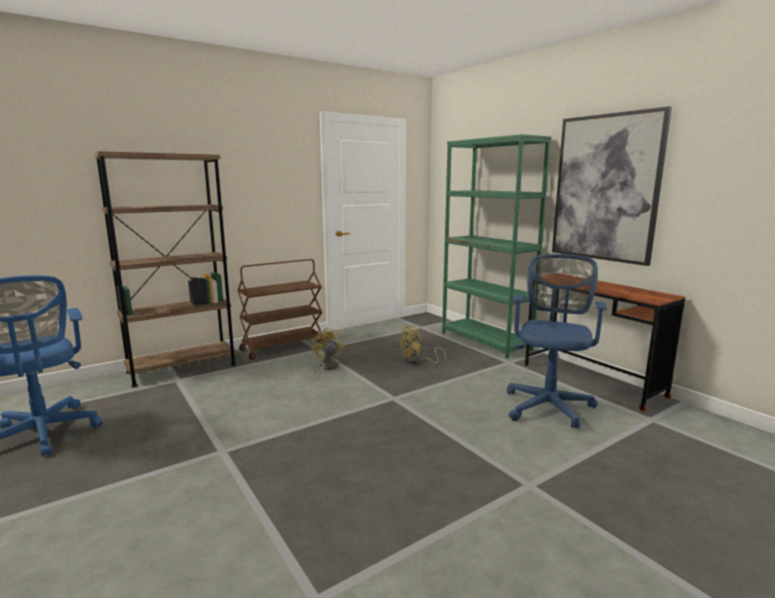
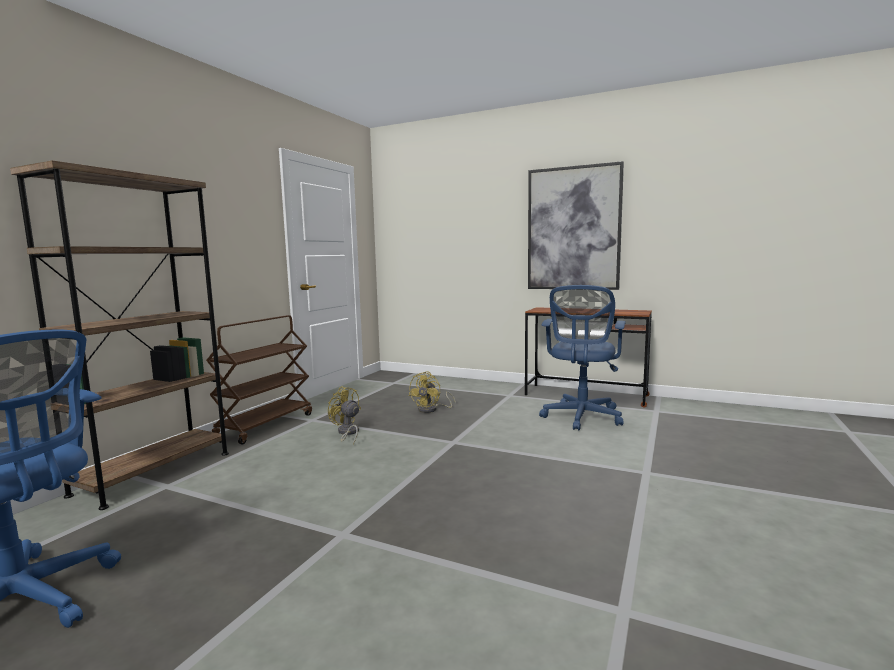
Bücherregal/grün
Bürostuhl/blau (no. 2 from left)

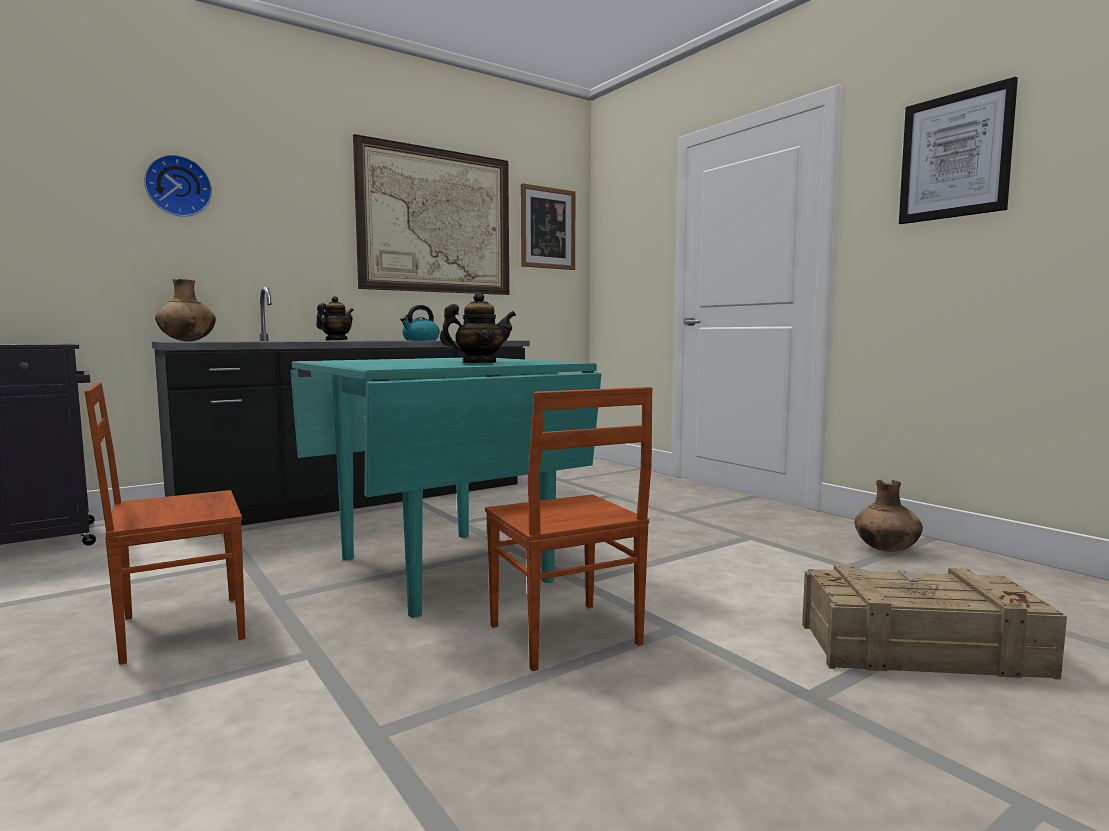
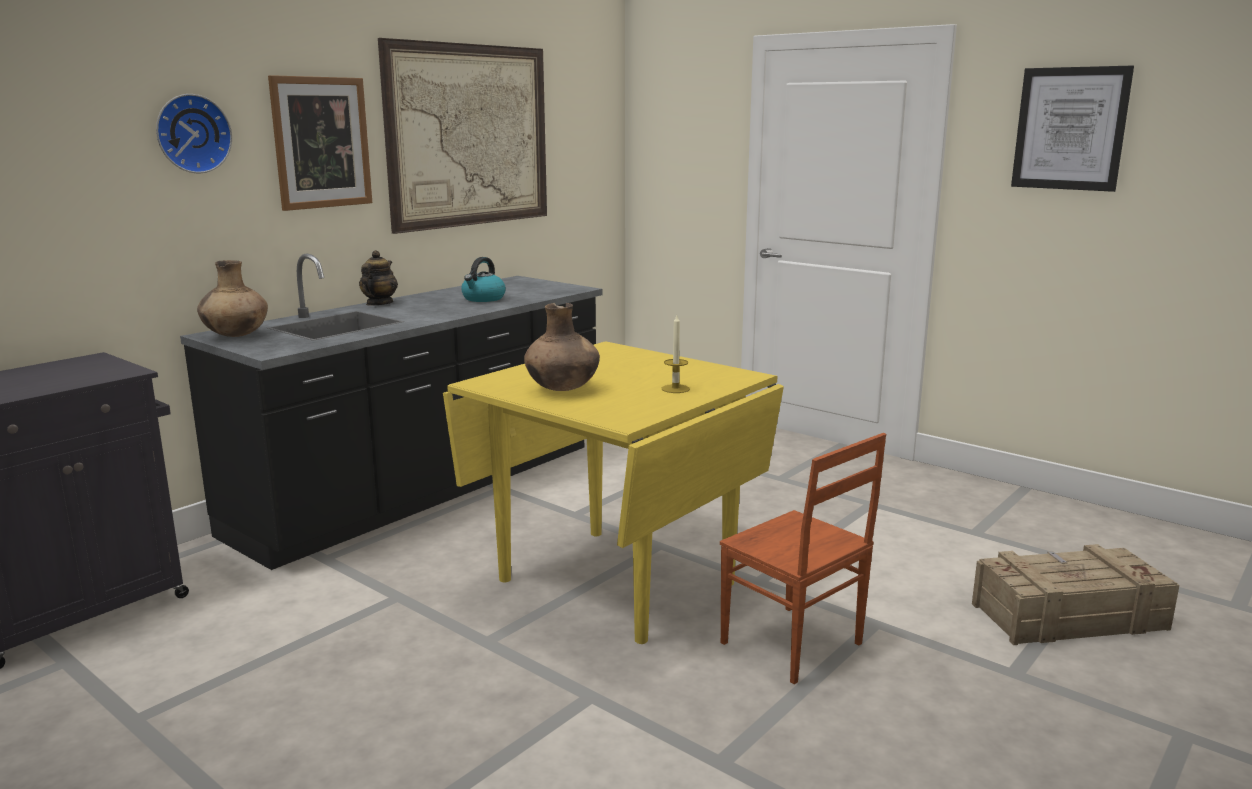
Stuhl/braun (no. 1 from left in the first image)
Esstisch/gelb
Kerze
Bild (no. 1 from left)
Vase/braun (no. 2 from left)

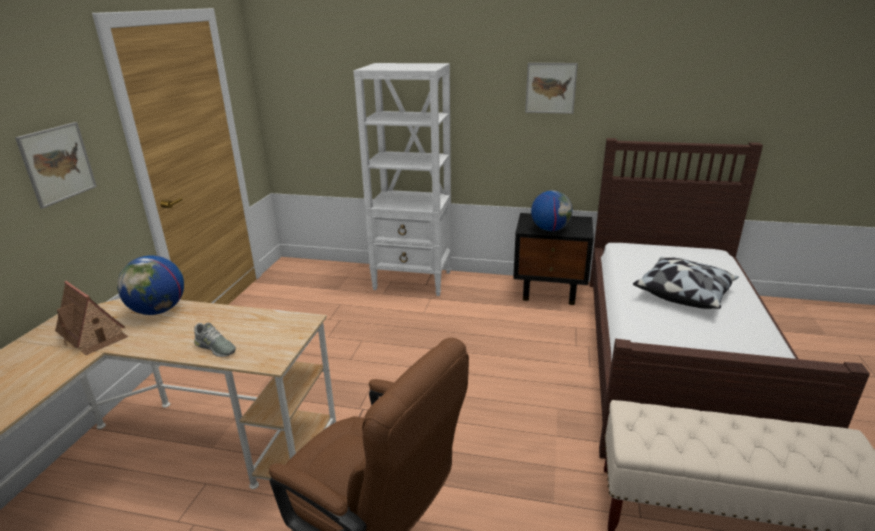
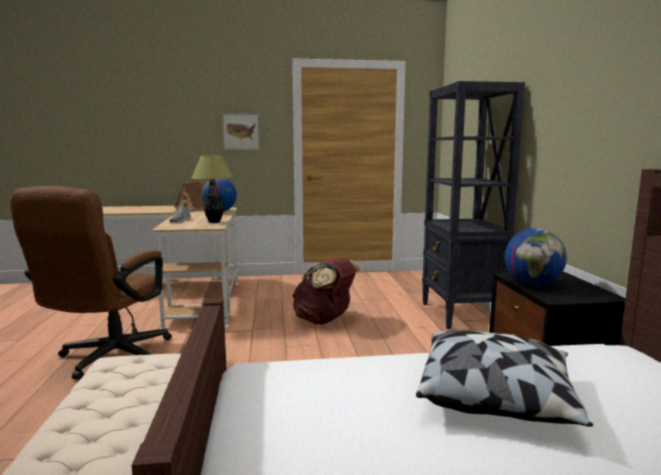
Bücherregal/schwarz
Bild (no. 2 from left in the first image)
Tischlampe
Rucksack/braun

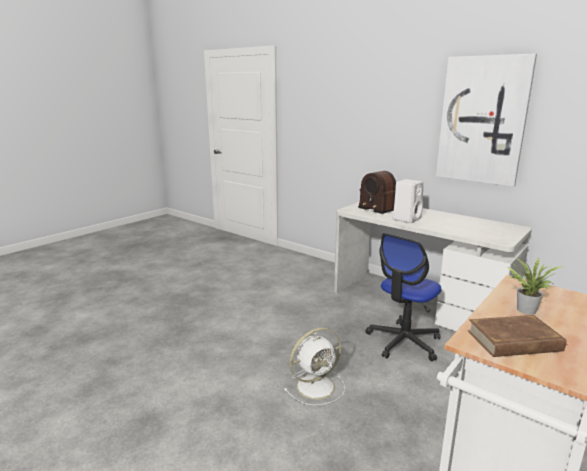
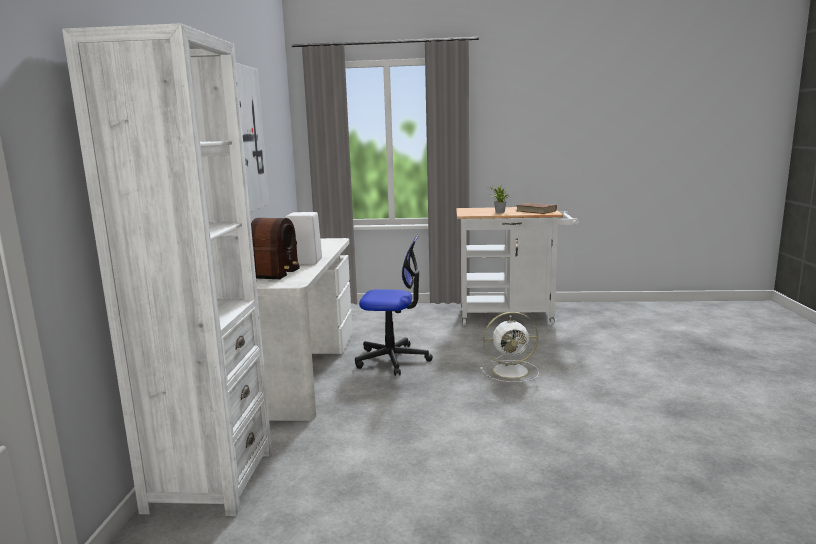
Ventilator/weiß
Bücherregal/weiß

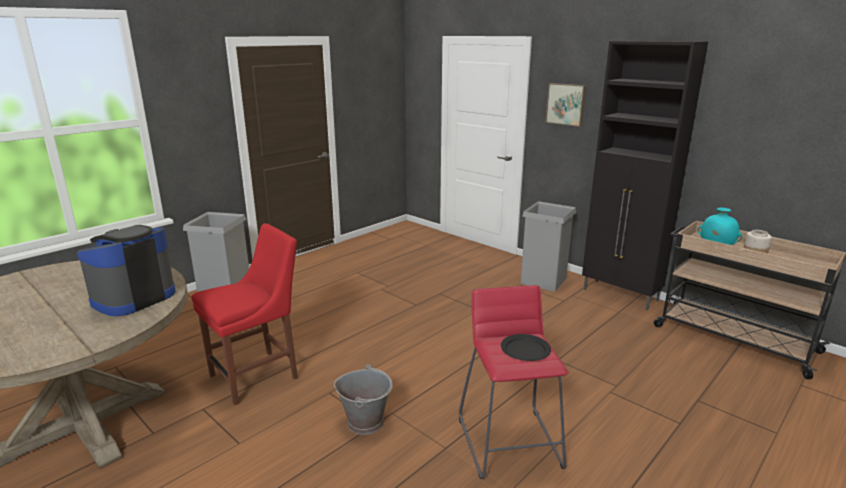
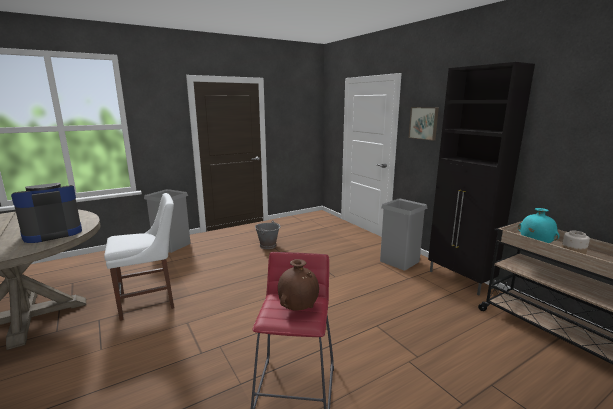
Stuhl/weiß
Eimer/grau
Vase/braun

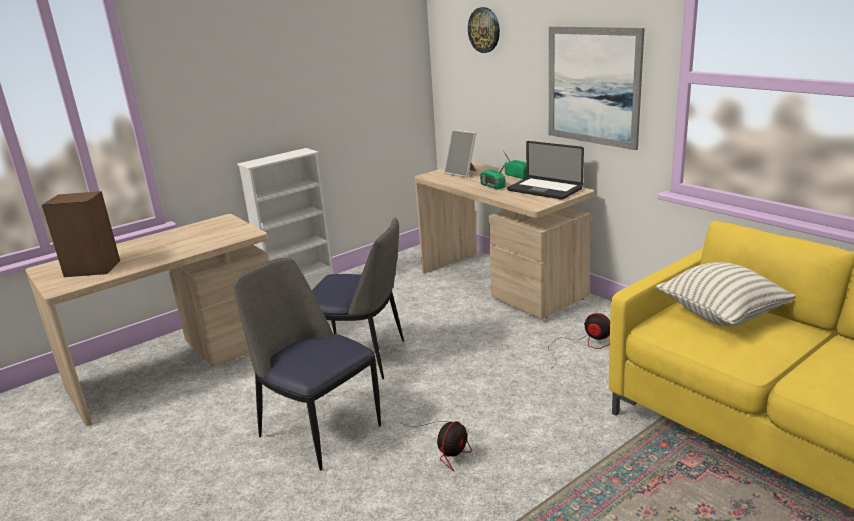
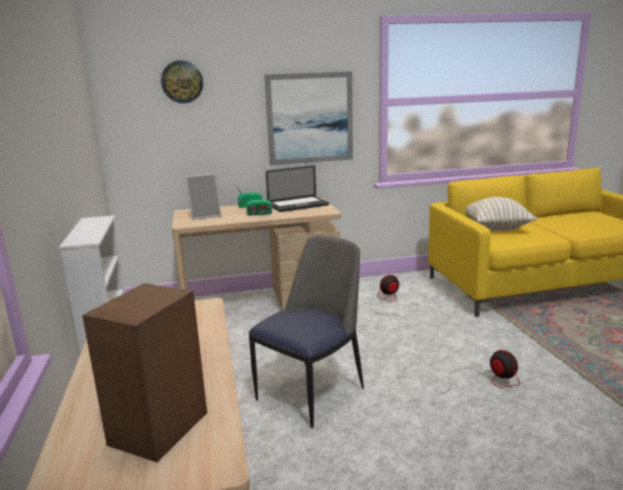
Stuhl (no. 1 from left in the first image)

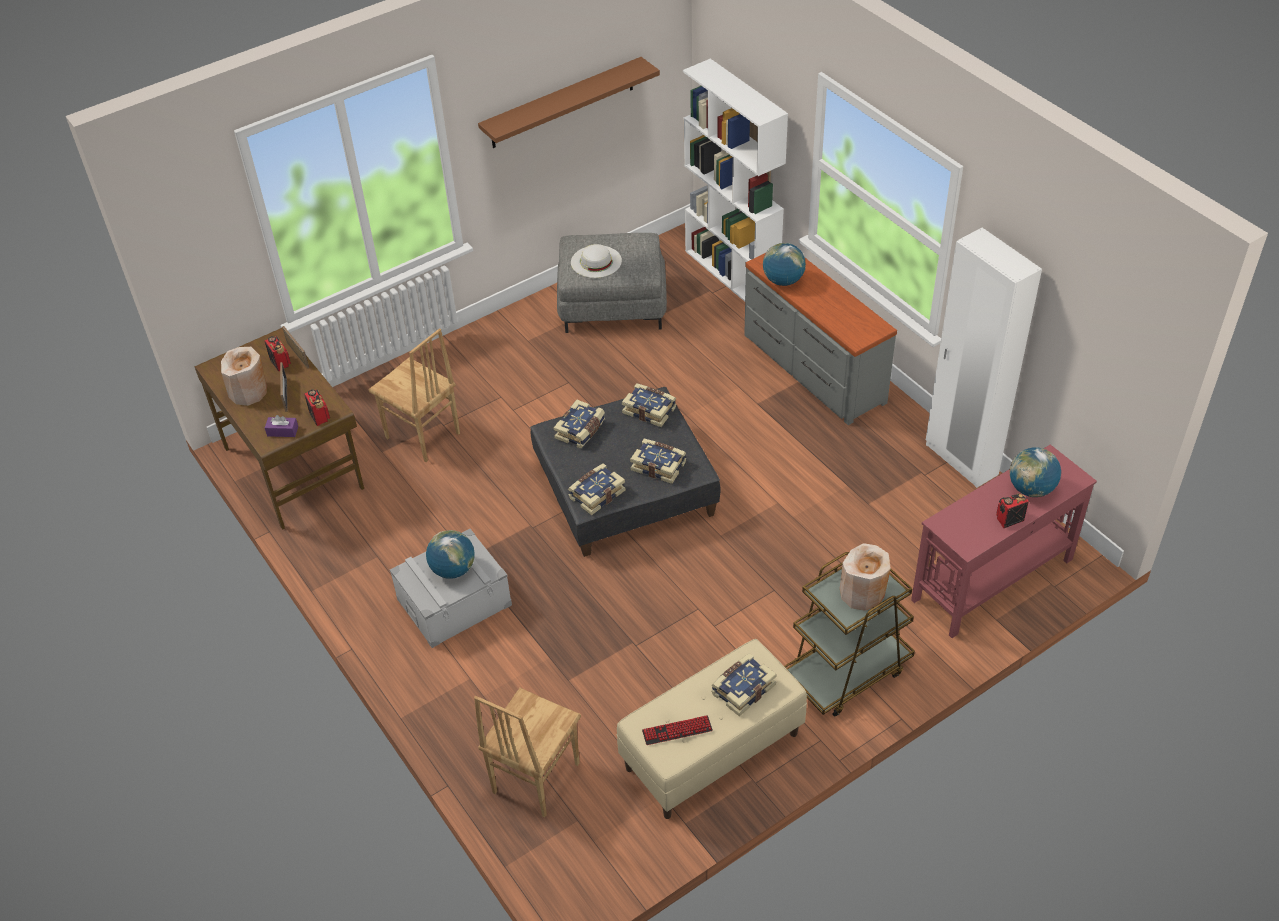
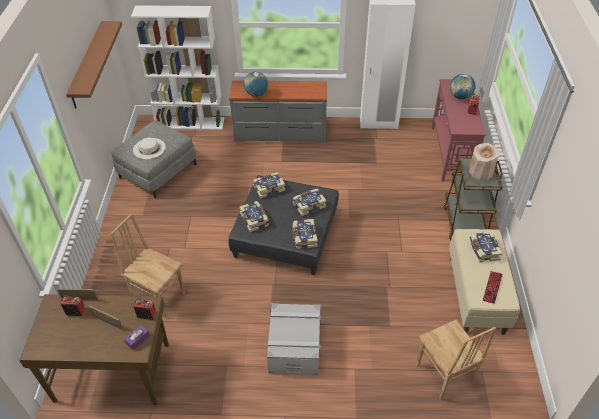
Vase/beige (no. 1 from left in the first image)
Stuhl/braun (no. 1 from left)
Globus (no. 1 from left in the first image)

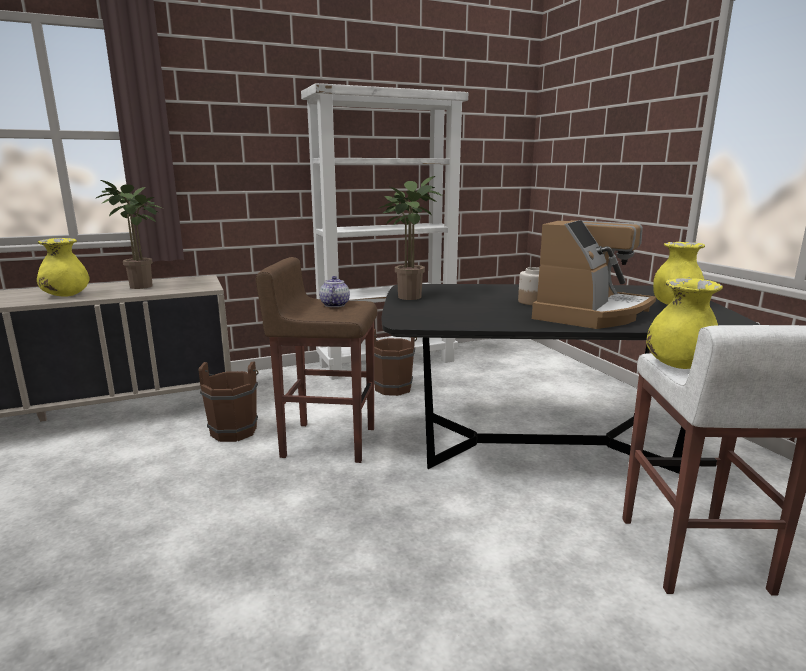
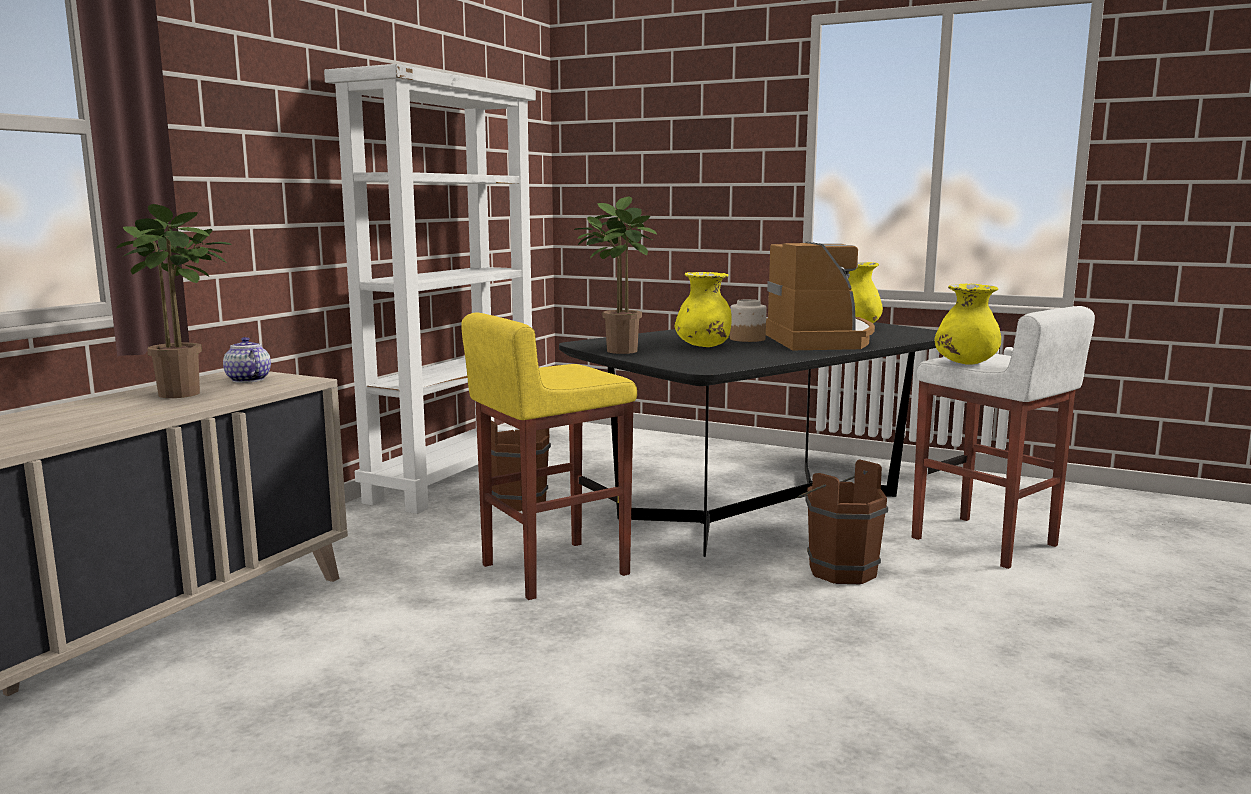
Vase/gelb (no. 1 from left)
Eimer/braun (no. 2 from left)
Hocker/gelb
Teekanne

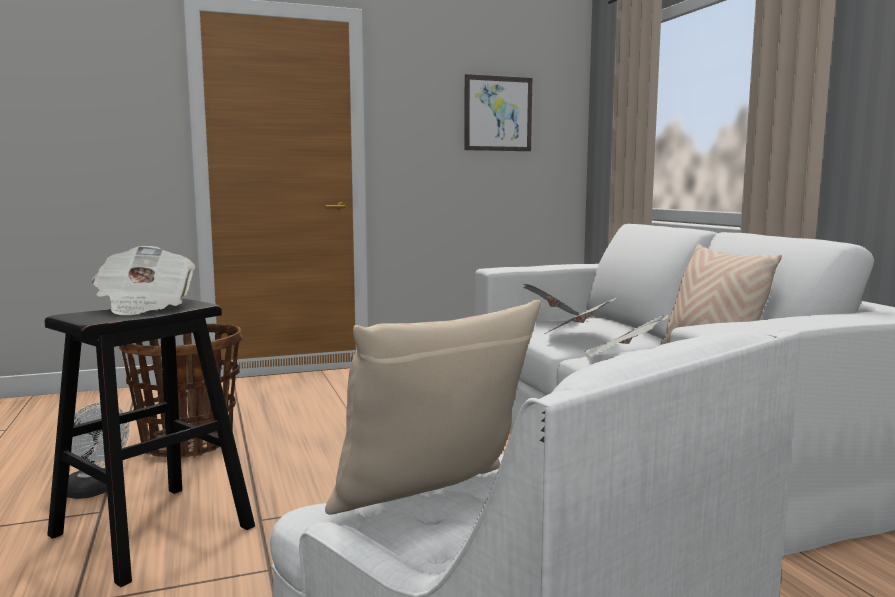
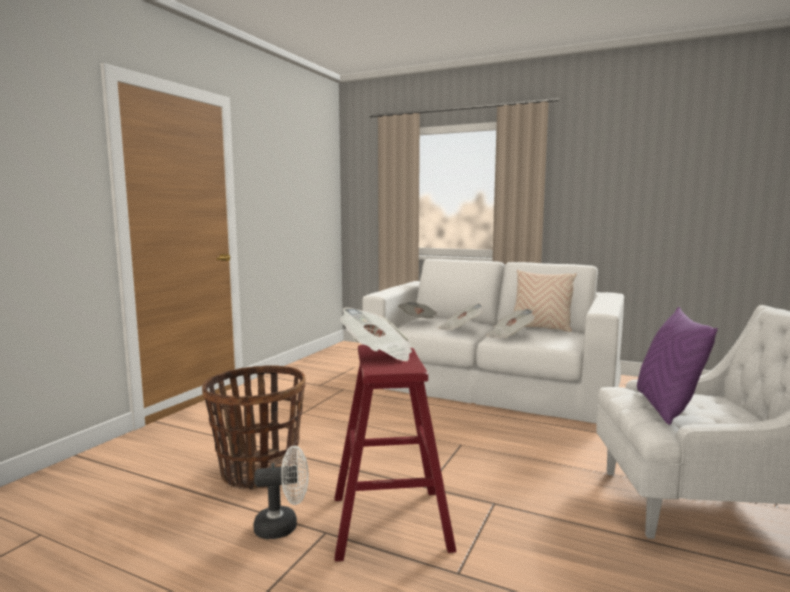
Hocker/rot
Kissen/lila
Bild

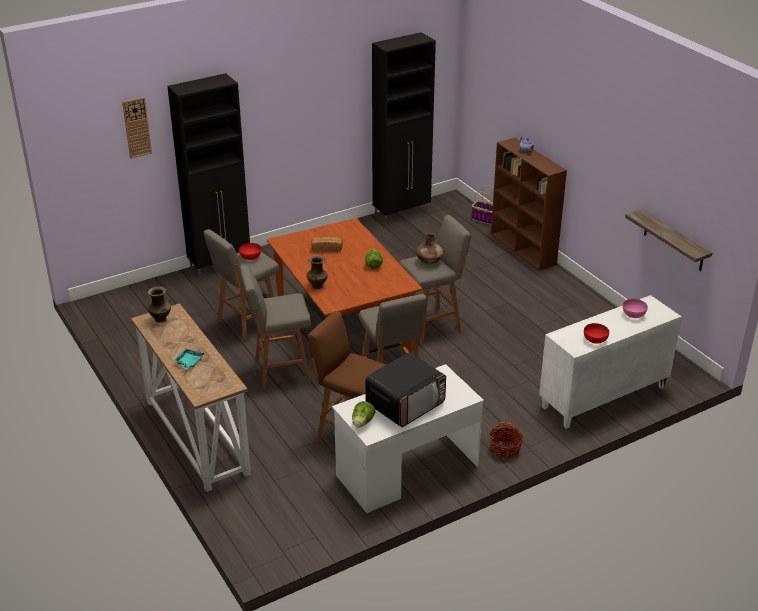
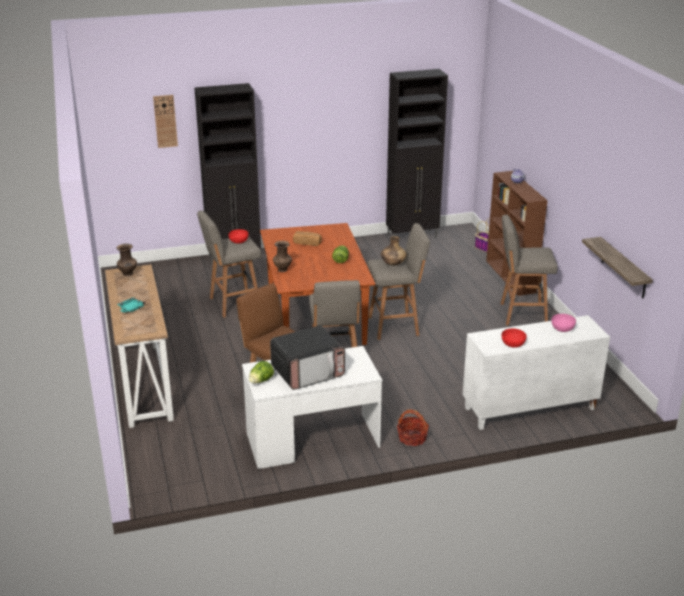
Hocker/grau (no. 4 from left)

